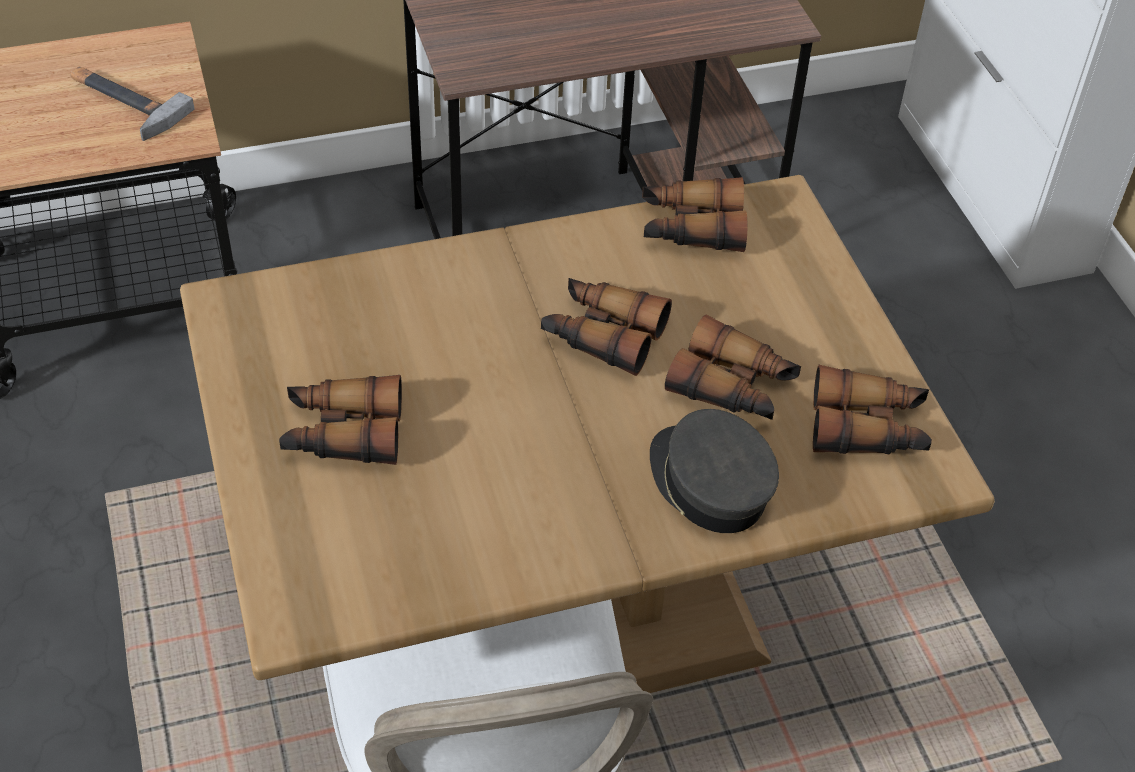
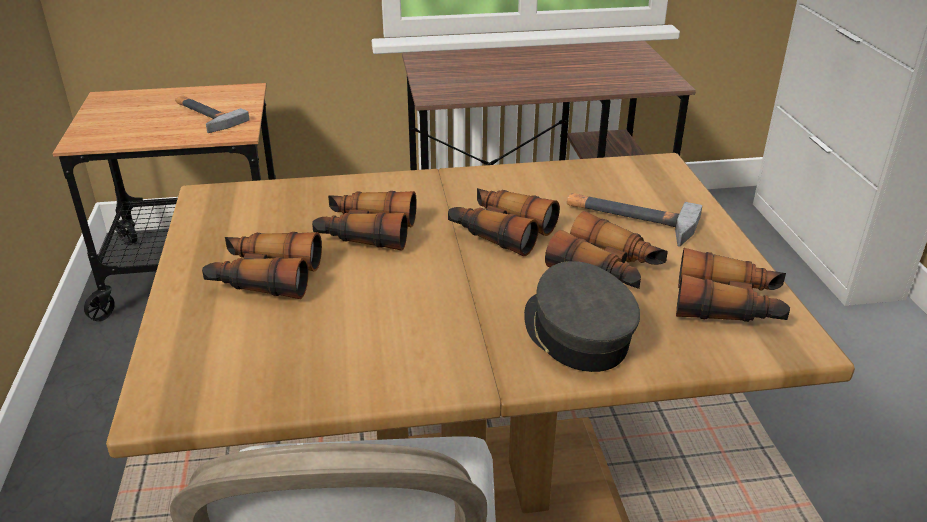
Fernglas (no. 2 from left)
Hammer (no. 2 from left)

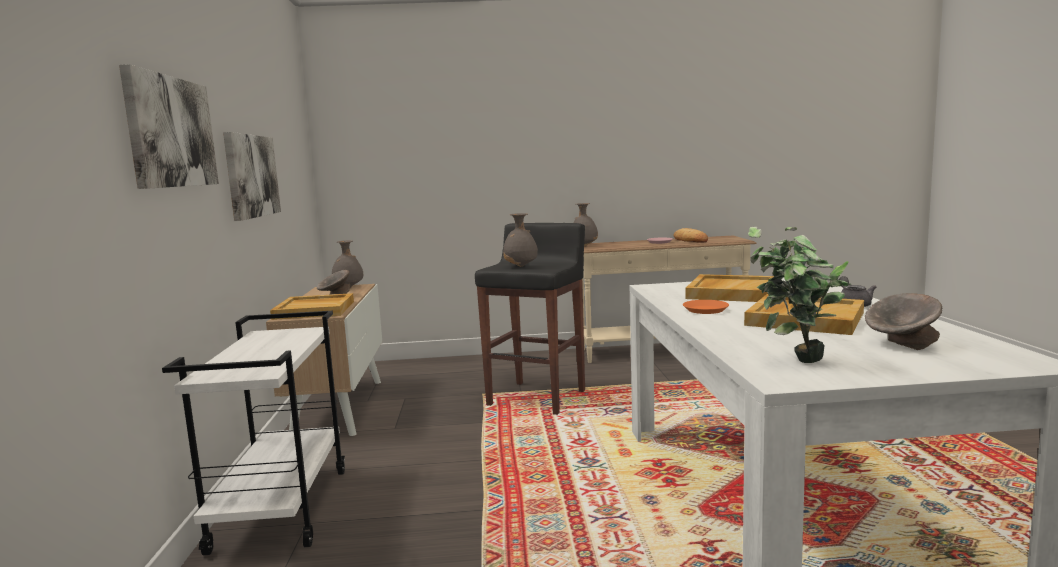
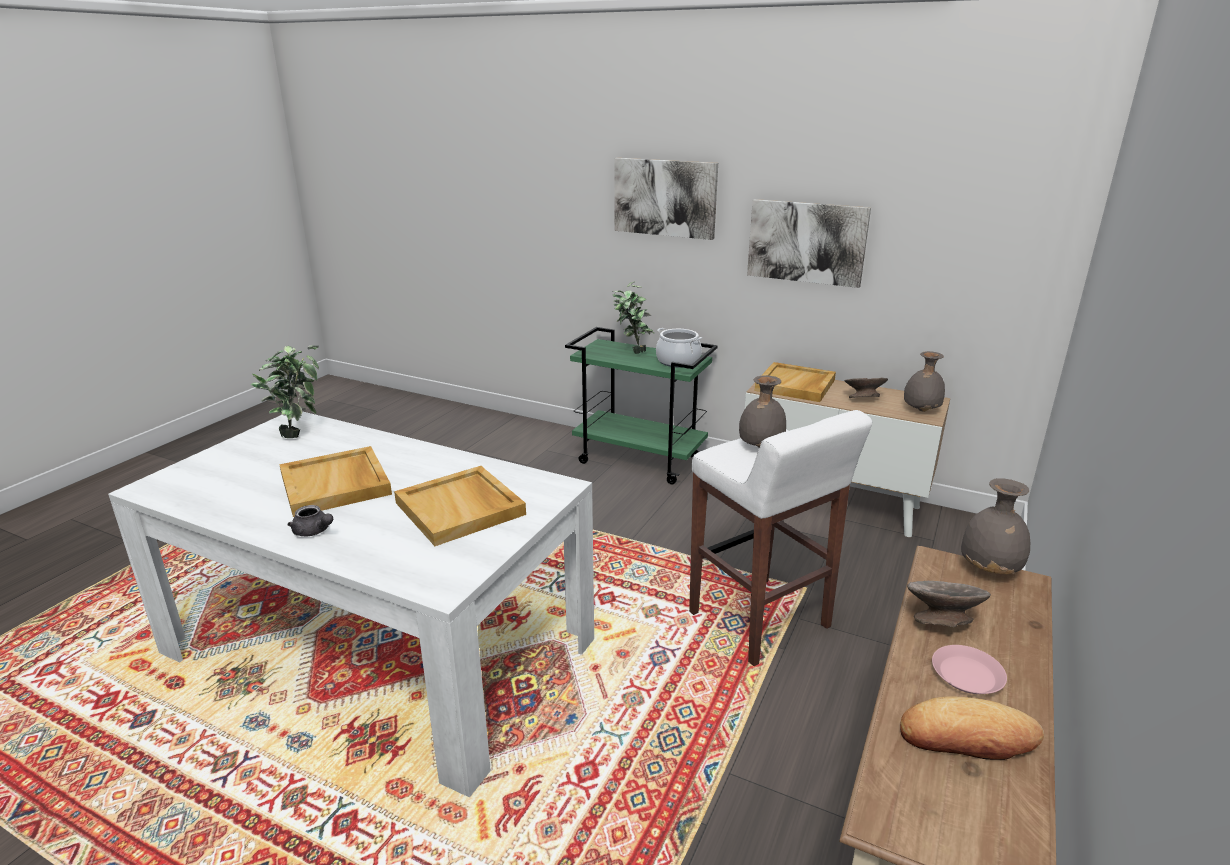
Rollwagen/grün
Hocker/weiß
Teller/orange
Schüssel/grau (no. 2 from left)
Topfpflanze (no. 2 from left)
Kochtopf

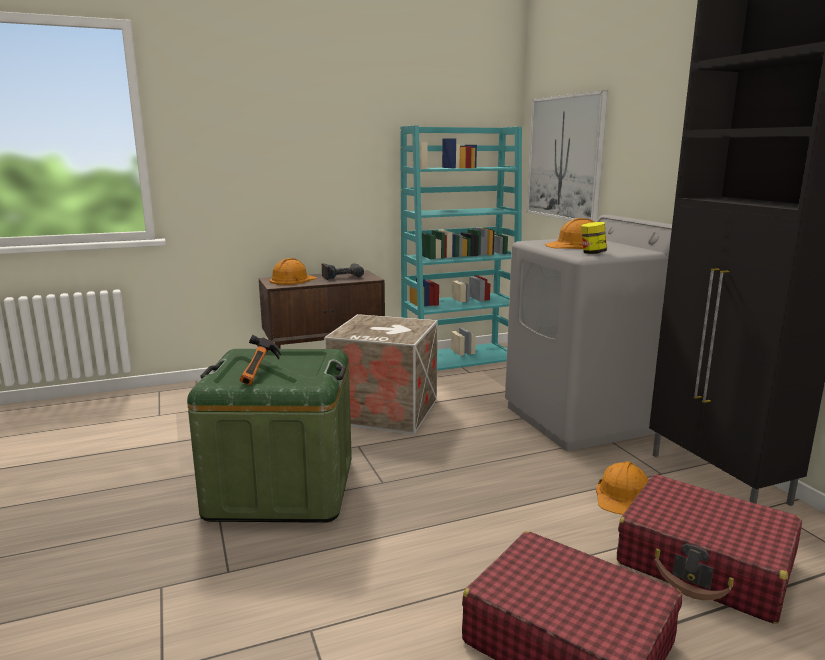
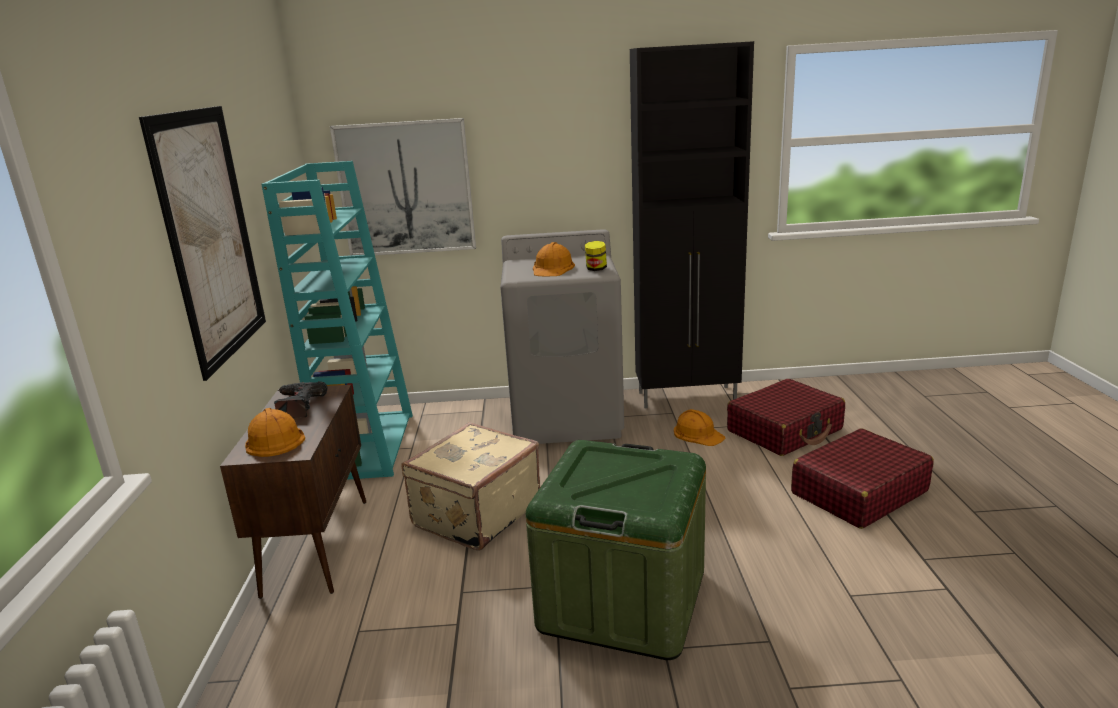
Hammer
Koffer/beige
Bild (no. 1 from left)

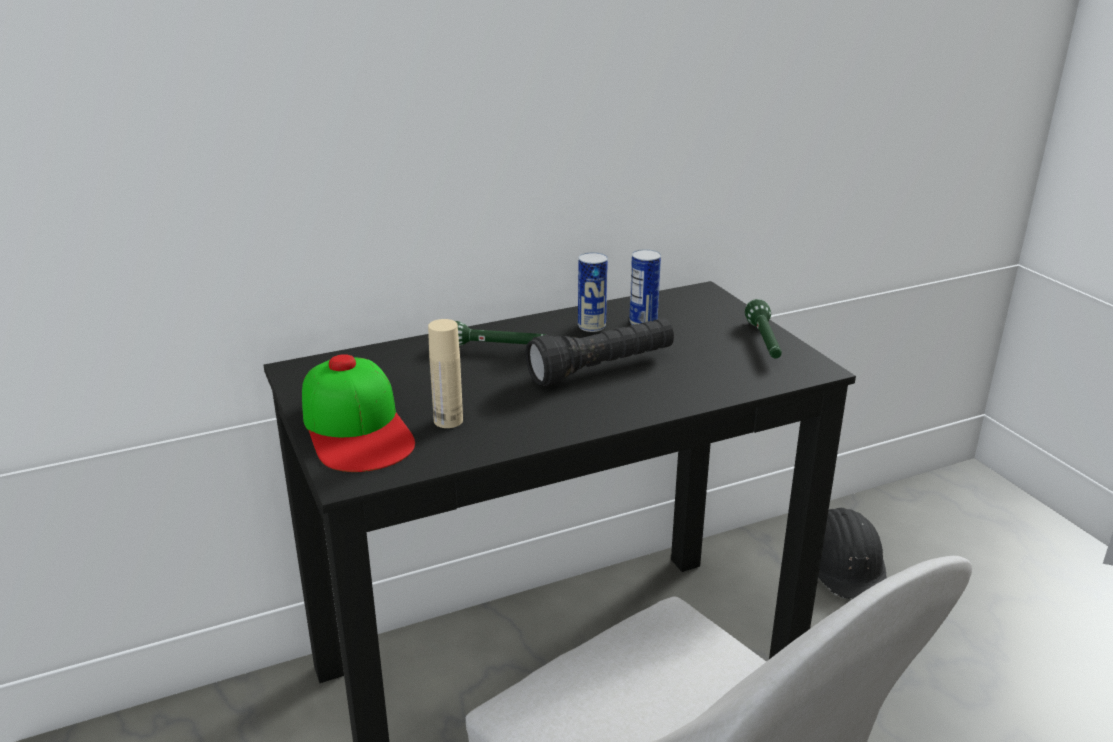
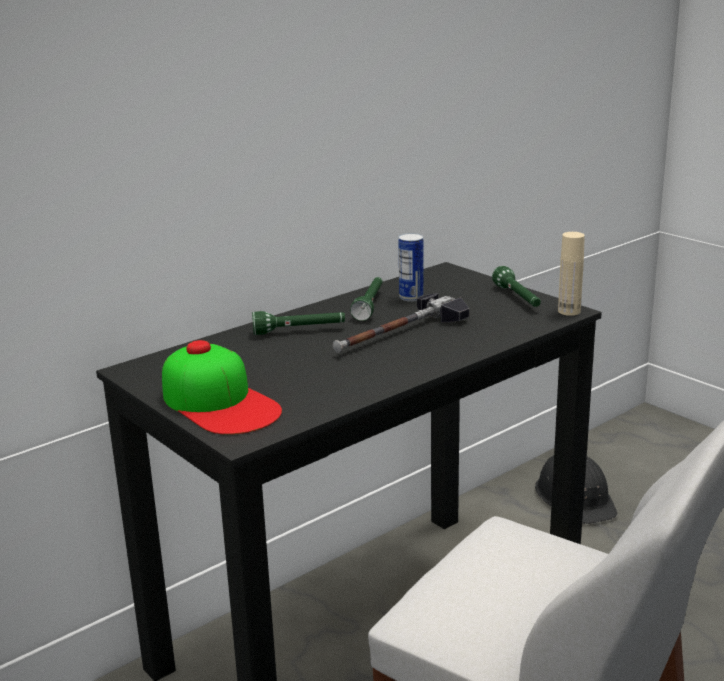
Flasche/beige
Hammer
Taschenlampe/grün (no. 2 from left)

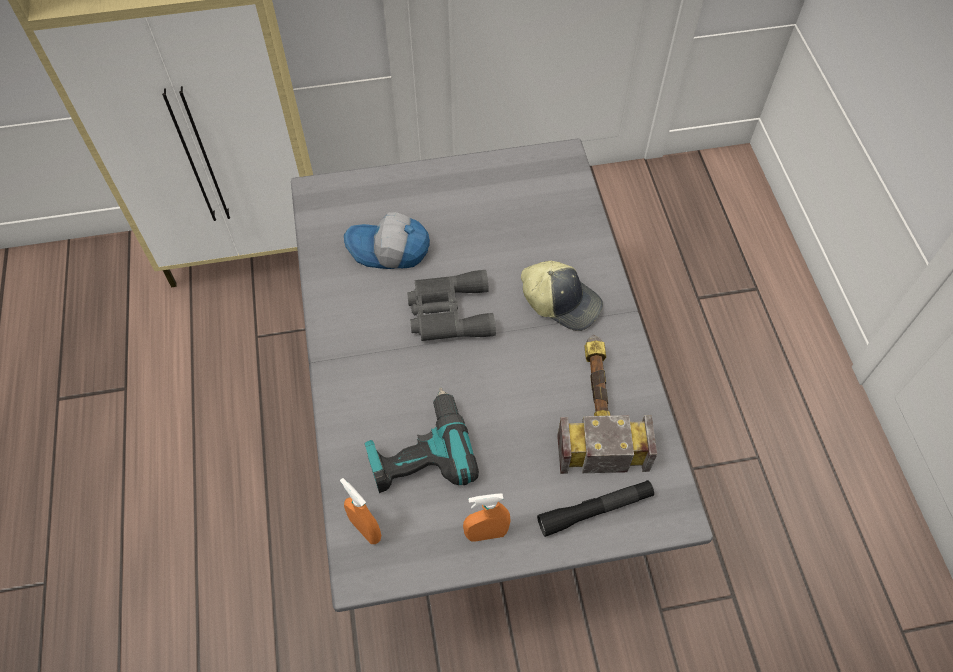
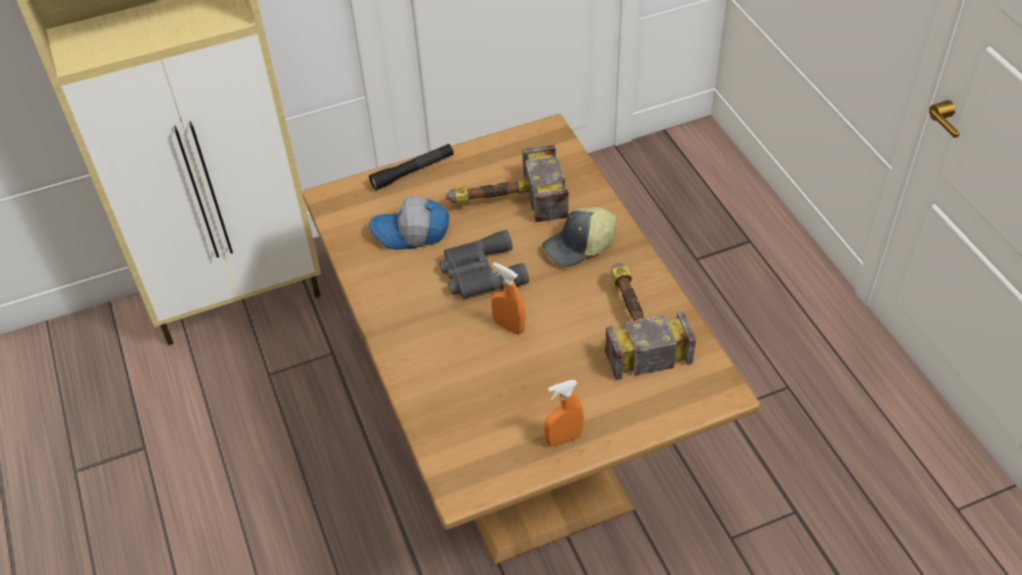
Esstisch/braun
Sprühflasche/orange (no. 1 from left)
Bohrmaschine
Kappe (no. 2 from left)
Taschenlampe/schwarz
Hammer (no. 1 from left)

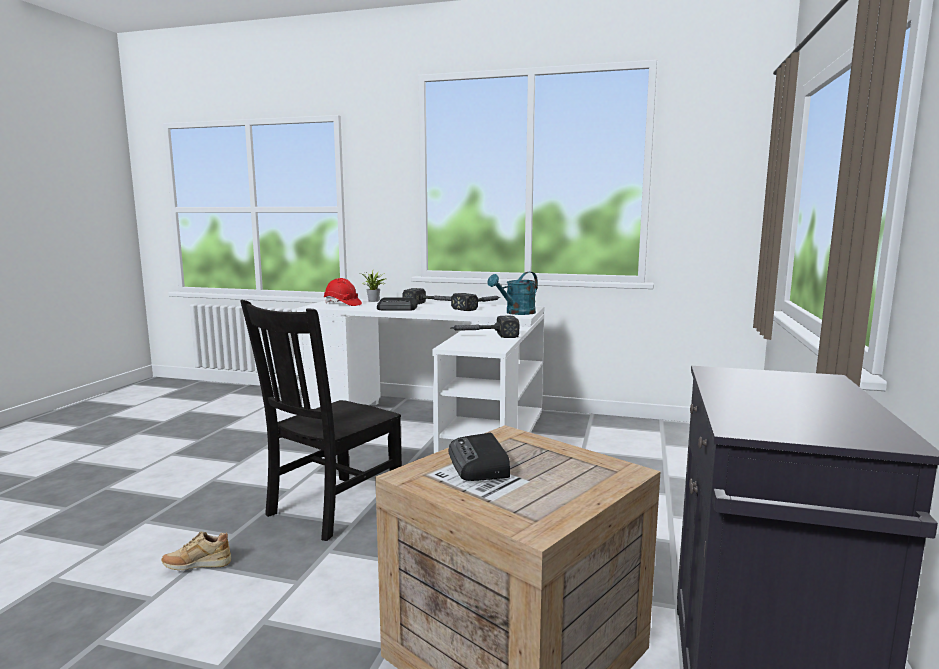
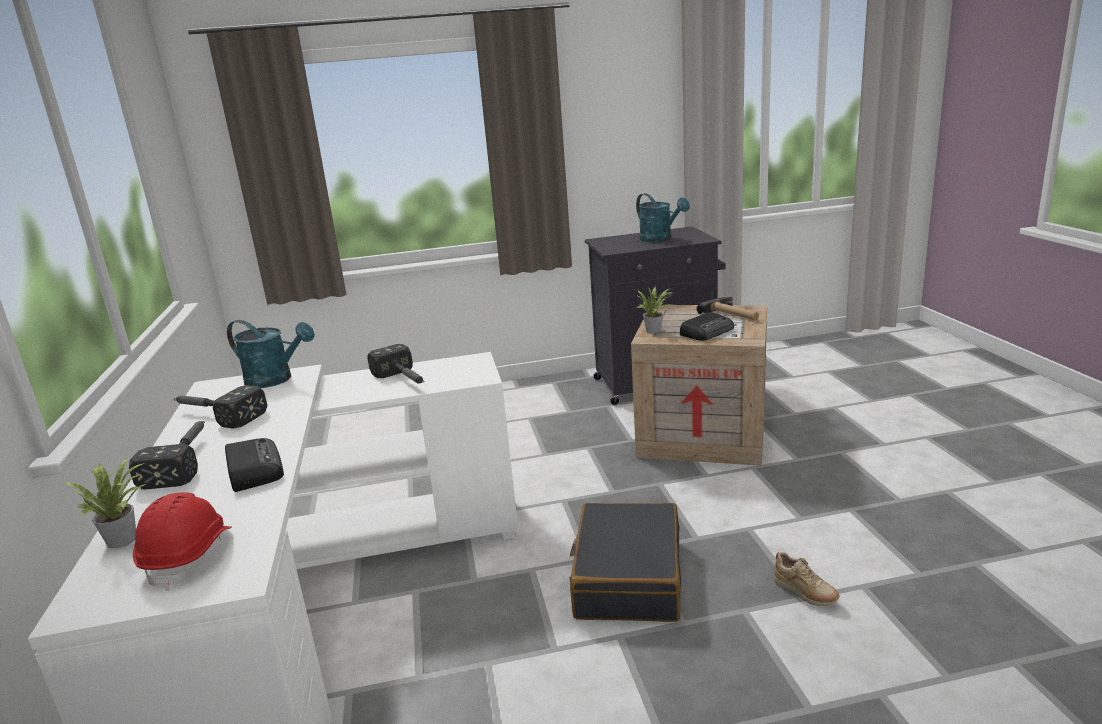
Koffer/schwarz
Gießkanne/türkis (no. 2 from left)
Topfpflanze (no. 2 from left)
Hammer (no. 4 from left)

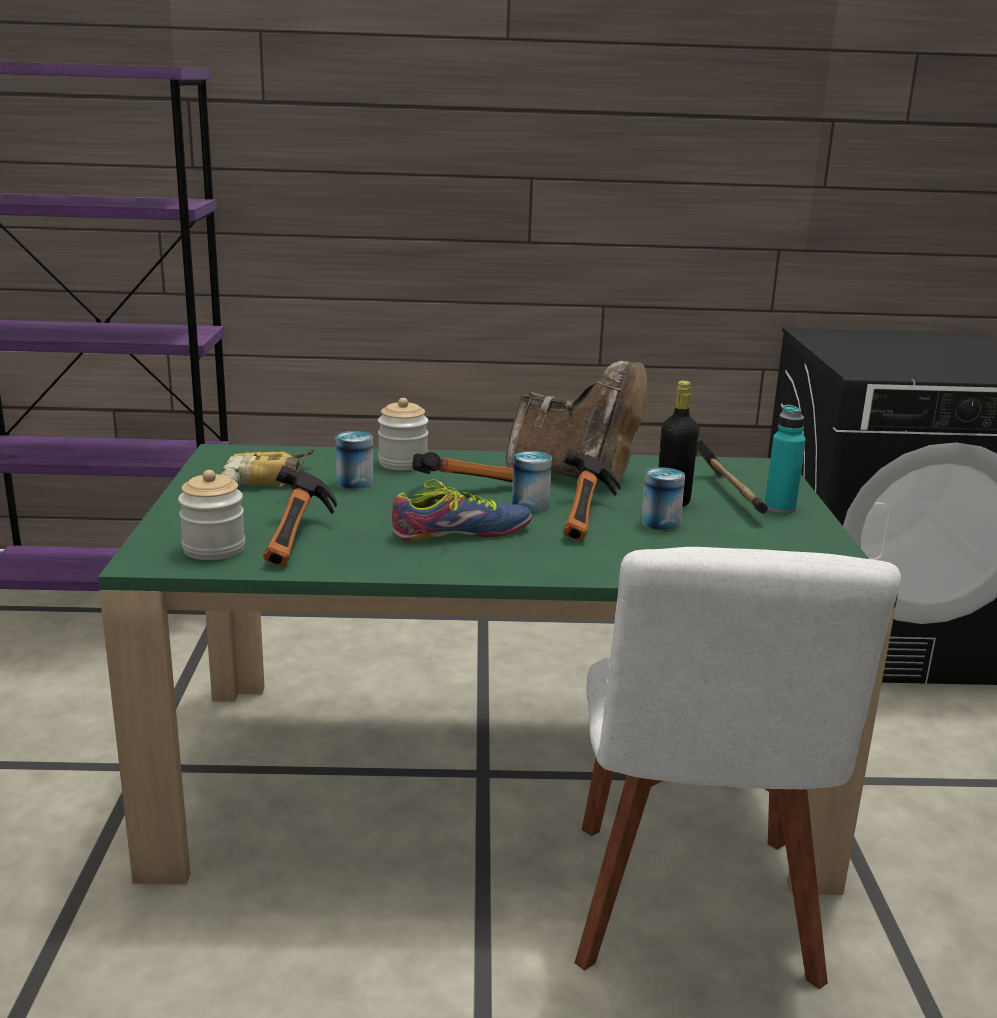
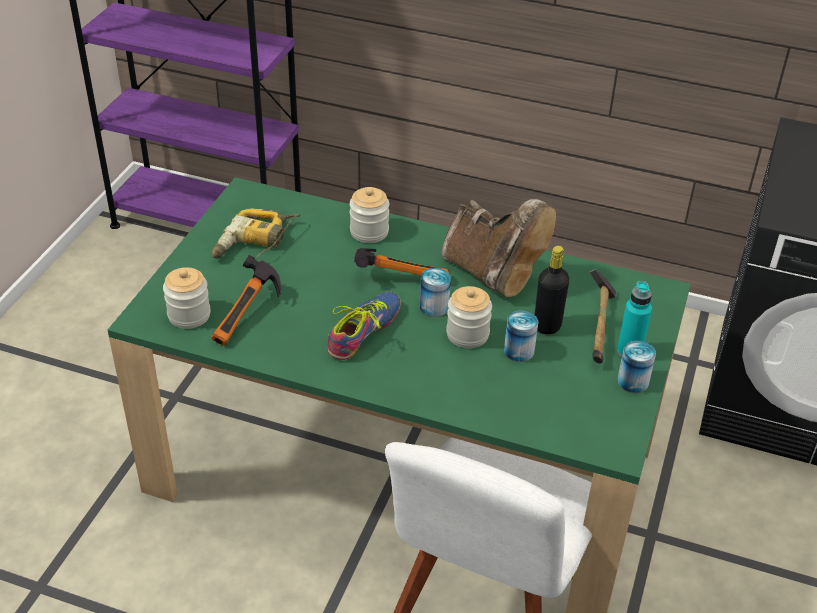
Dose (no. 3 from left)
Schuh
Vorratsglas (no. 3 from left)

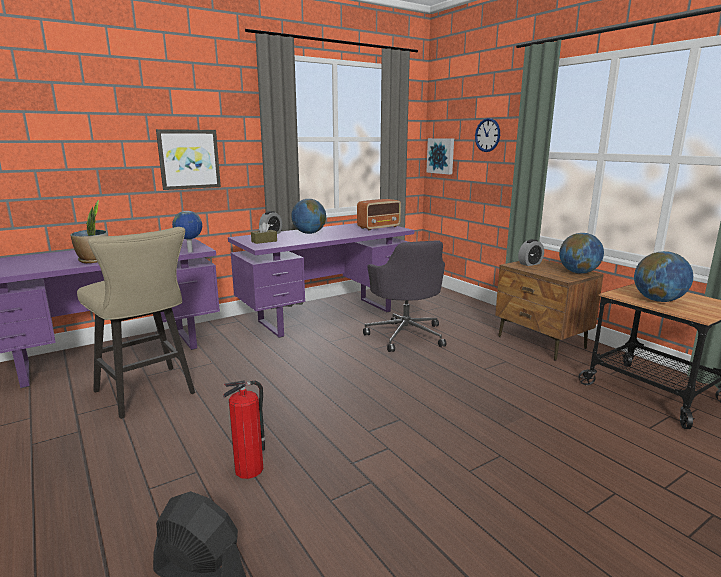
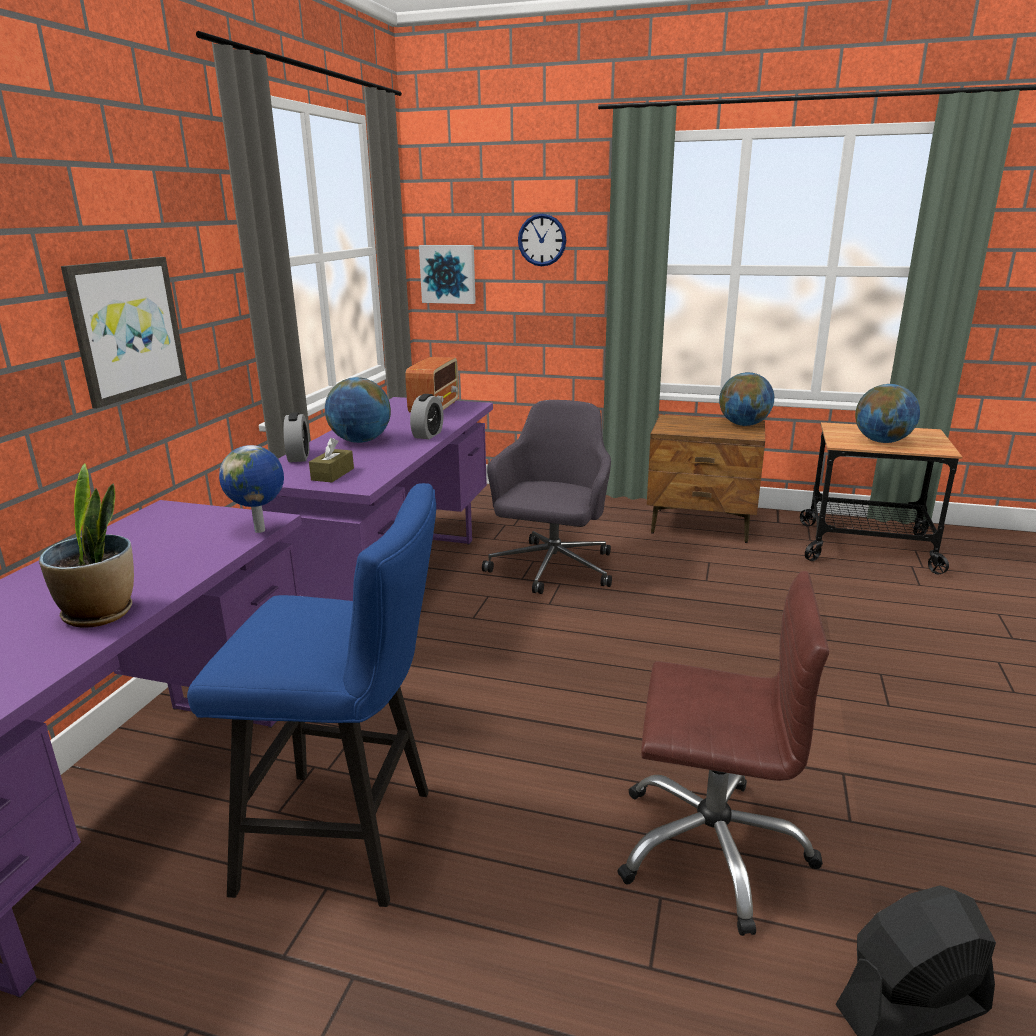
Hocker/blau
Bürostuhl/braun
Bürostuhl/grau
Wecker (no. 2 from left)

